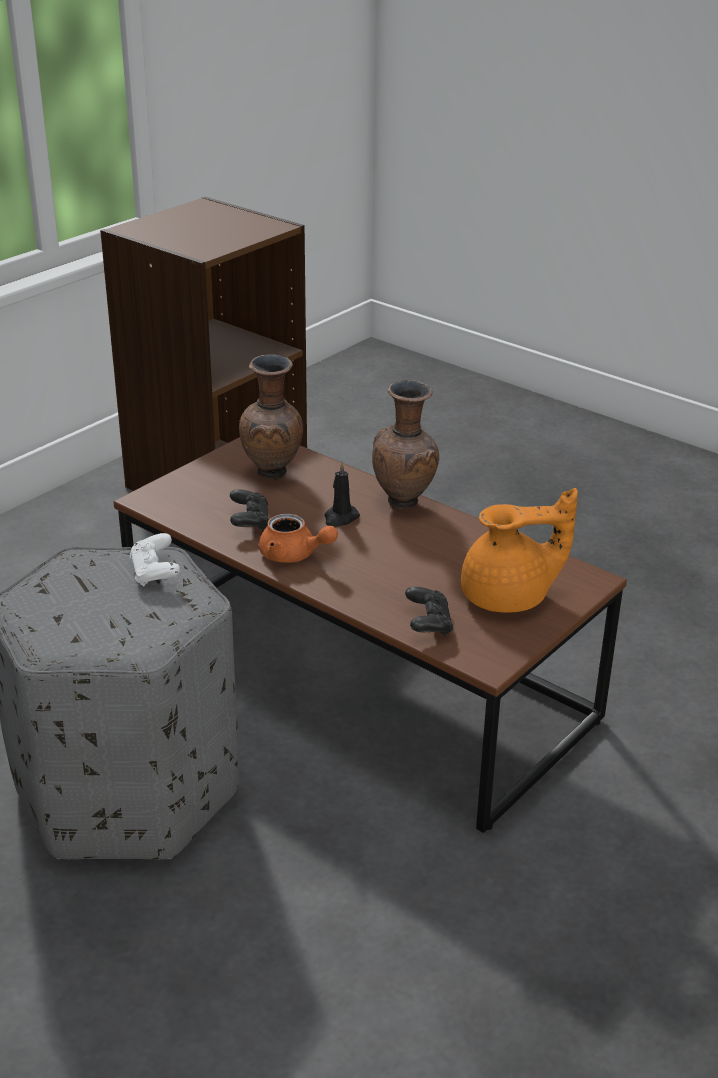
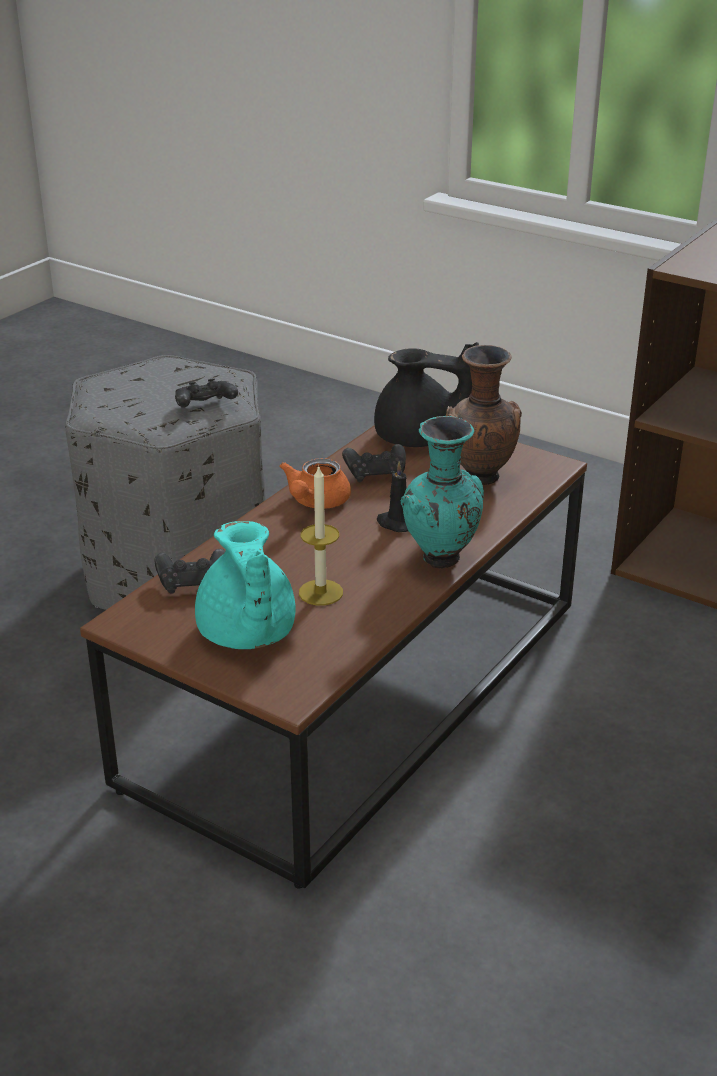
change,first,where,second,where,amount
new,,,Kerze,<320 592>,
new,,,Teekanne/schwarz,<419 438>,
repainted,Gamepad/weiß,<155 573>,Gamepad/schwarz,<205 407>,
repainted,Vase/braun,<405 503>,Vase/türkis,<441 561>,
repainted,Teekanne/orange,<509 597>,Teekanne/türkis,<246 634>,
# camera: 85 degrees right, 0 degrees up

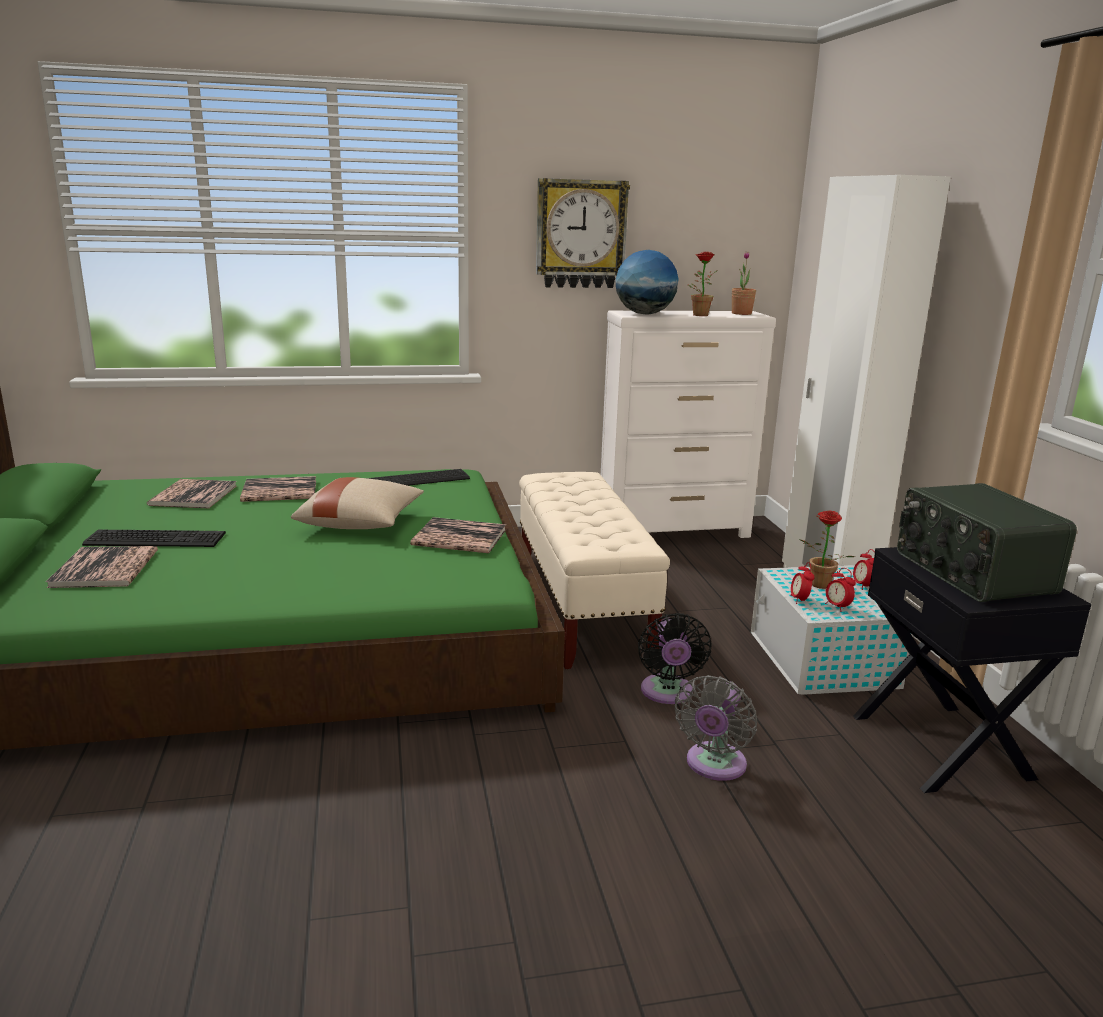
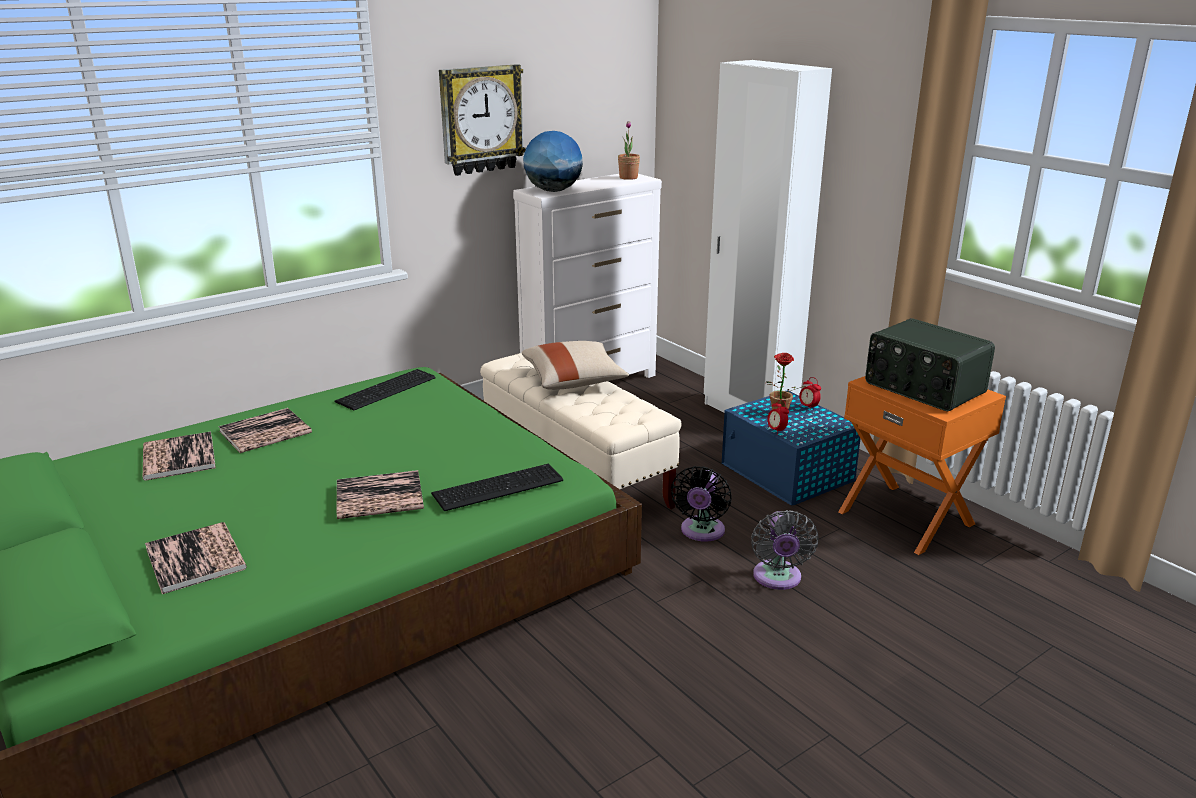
change,first,where,second,where,amount
gone,Topfpflanze,<698 314>,,,
gone,Wecker,<837 607>,,,
shifted,Tastatur,<155 538>,,<495 486>,
shifted,Kissen/beige,<361 524>,,<574 381>,
shifted,Buch,<459 537>,,<379 497>,
repainted,Aufbewahrungsbox/weiß,<823 661>,Aufbewahrungsbox/blau,<788 473>,
repainted,Nachttisch/schwarz,<942 746>,Nachttisch/orange,<907 517>,
rotated,Ventilator/schwarz,<667 693>,,<701 532>,45 degrees clockwise
# camera: 25 degrees left, 5 degrees up

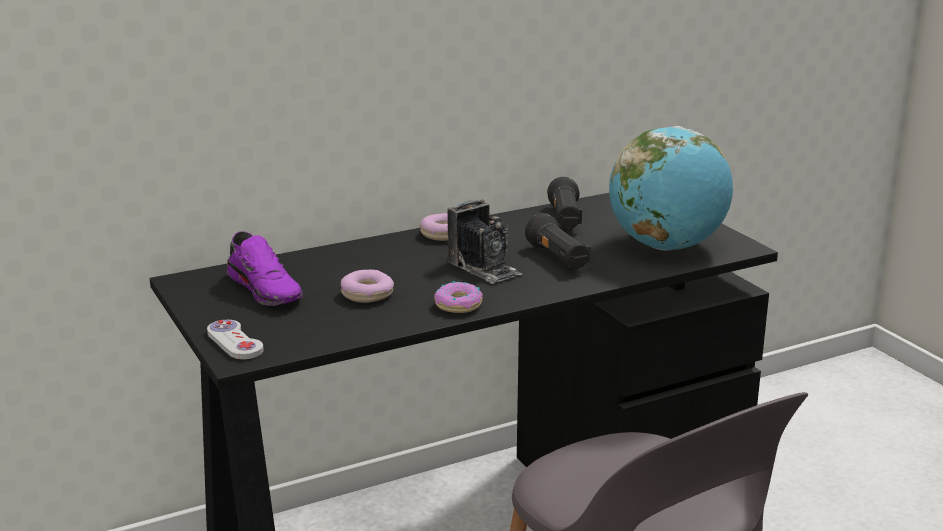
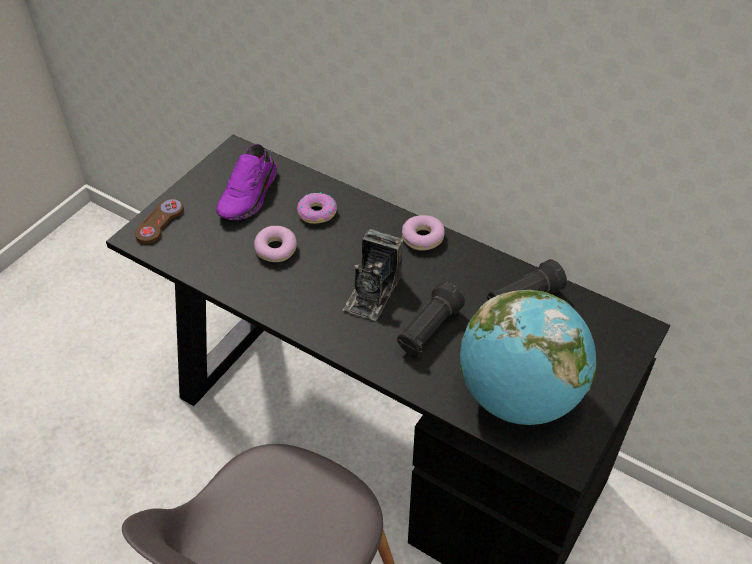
change,first,where,second,where,amount
shifted,Donut,<459 305>,,<317 213>,
repainted,Gamepad/weiß,<234 342>,Gamepad/braun,<160 222>,
# camera: 60 degrees right, 25 degrees up

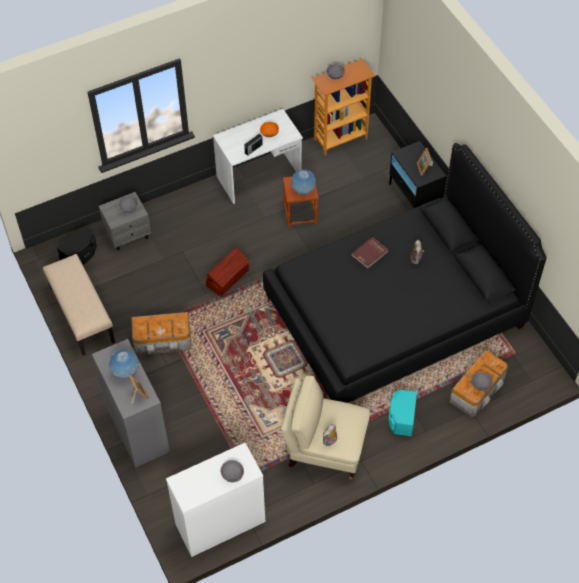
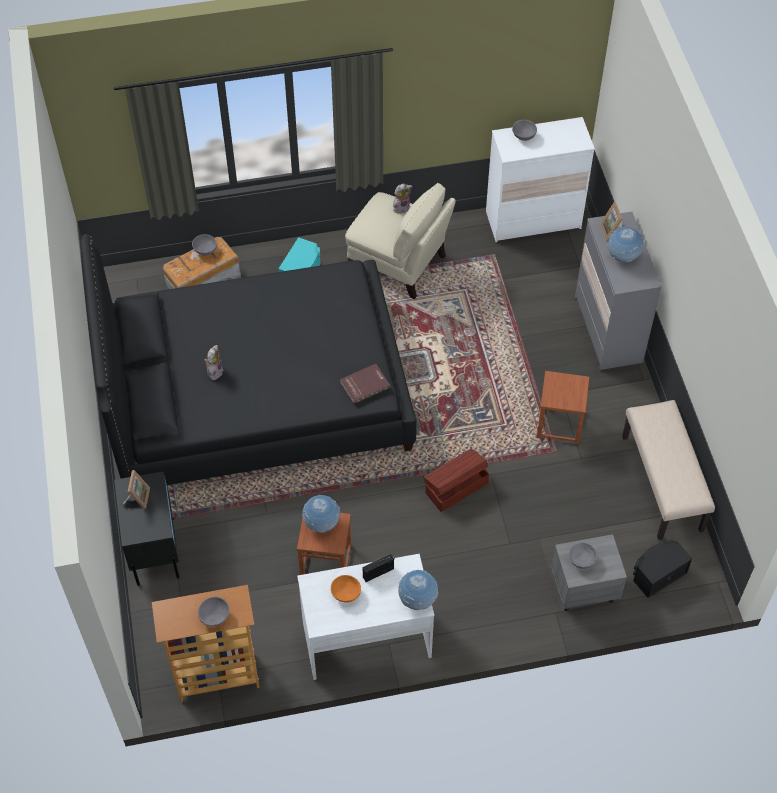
change,first,where,second,where,amount
new,,,Globus,<417 600>,
shifted,Buch/rot,<370 254>,,<364 384>,
swapped,Aufbewahrungsbox,<163 340>,Hocker/braun,<559 424>,
# camera: 165 degrees left, 0 degrees up

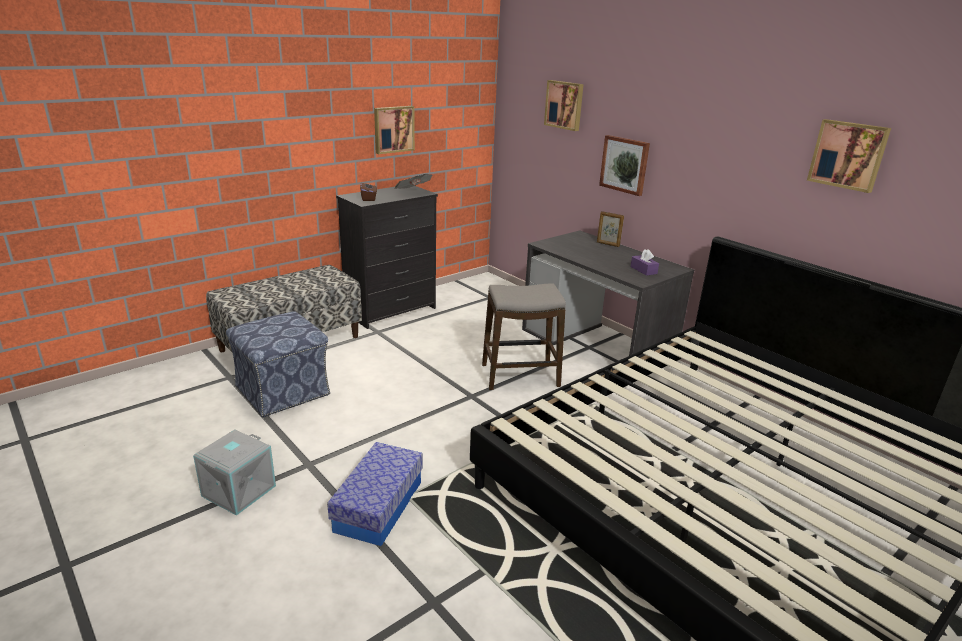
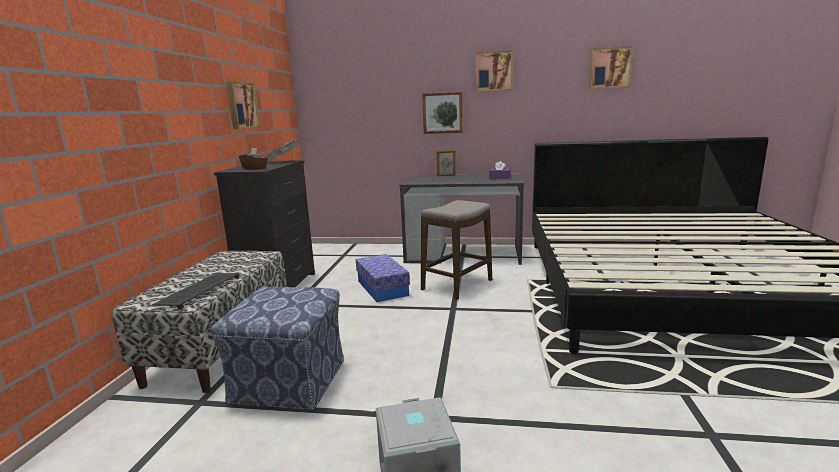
change,first,where,second,where,amount
new,,,Tastatur,<199 290>,
shifted,Aufbewahrungsbox,<378 506>,,<382 288>,
shifted,Bild,<564 105>,,<493 71>,
# camera: 40 degrees left, 10 degrees down

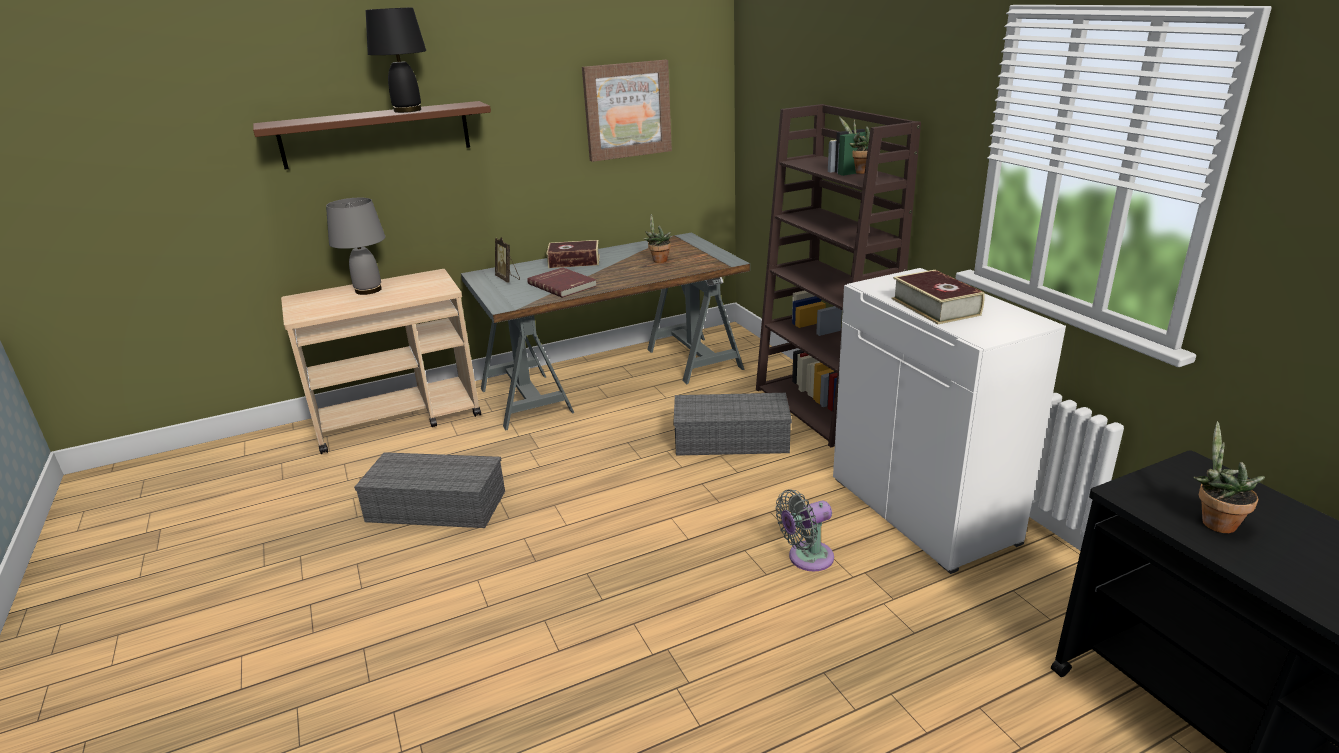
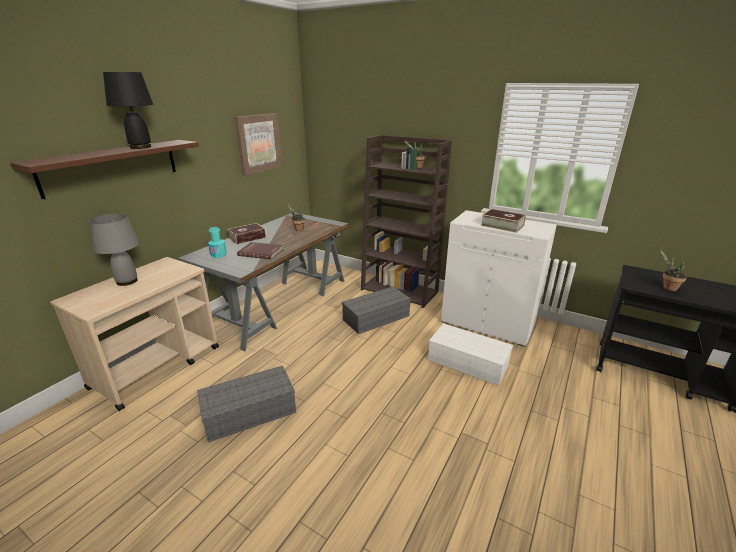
change,first,where,second,where,amount
swapped,Bilderrahmen,<508 279>,Flasche/türkis,<218 255>,
swapped,Ventilator/grau,<806 558>,Aufbewahrungsbox/weiß,<469 362>,
# camera: 35 degrees left, 0 degrees up

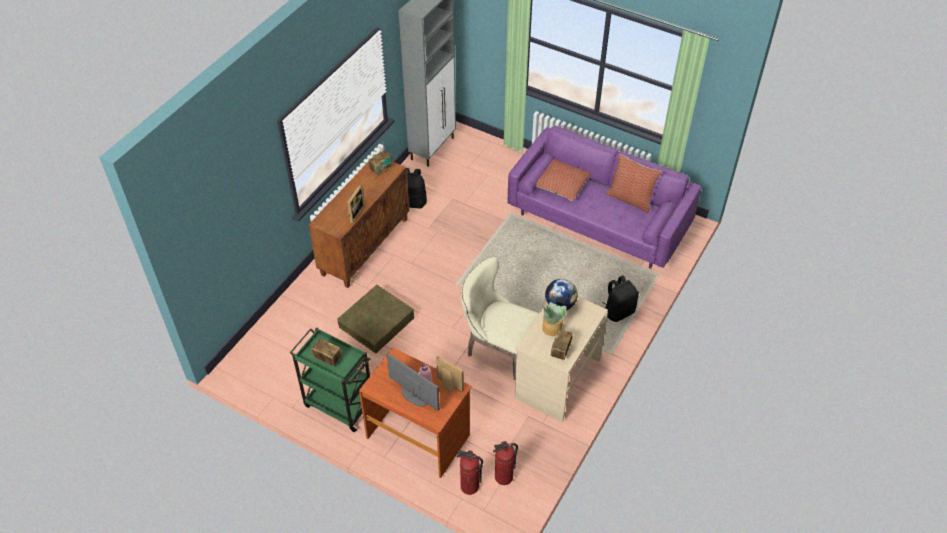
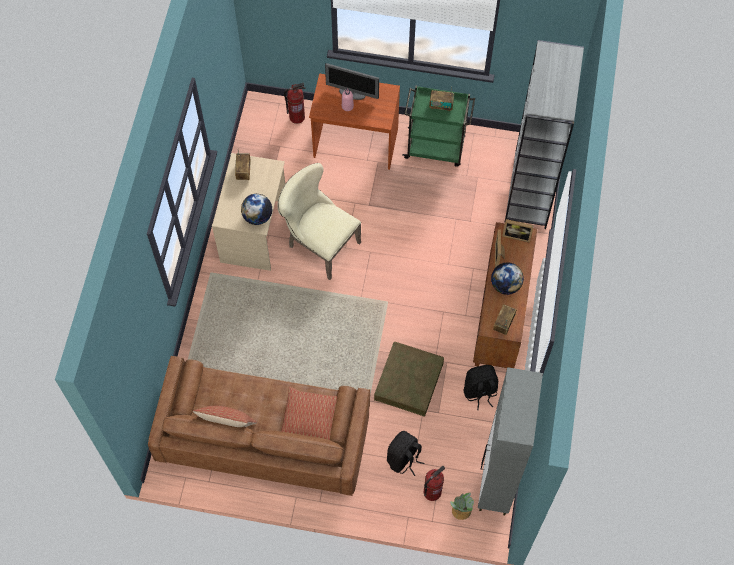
change,first,where,second,where,amount
new,,,Globus,<505 285>,
new,,,Bücherregal/grau,<530 191>,
shifted,Aufbewahrungsbox/braun,<376 322>,,<408 381>,
shifted,Bilderrahmen,<448 386>,,<516 235>,
shifted,Feuerlöscher,<504 477>,,<432 492>,
shifted,Topfpflanze,<552 329>,,<461 511>,
shifted,Rucksack/schwarz,<618 311>,,<404 459>,
repainted,Sofa/lila,<599 219>,Sofa/braun,<264 438>,
rotated,Stuhl/beige,<497 348>,,<319 244>,150 degrees counterclockwise
# camera: 160 degrees right, 15 degrees up

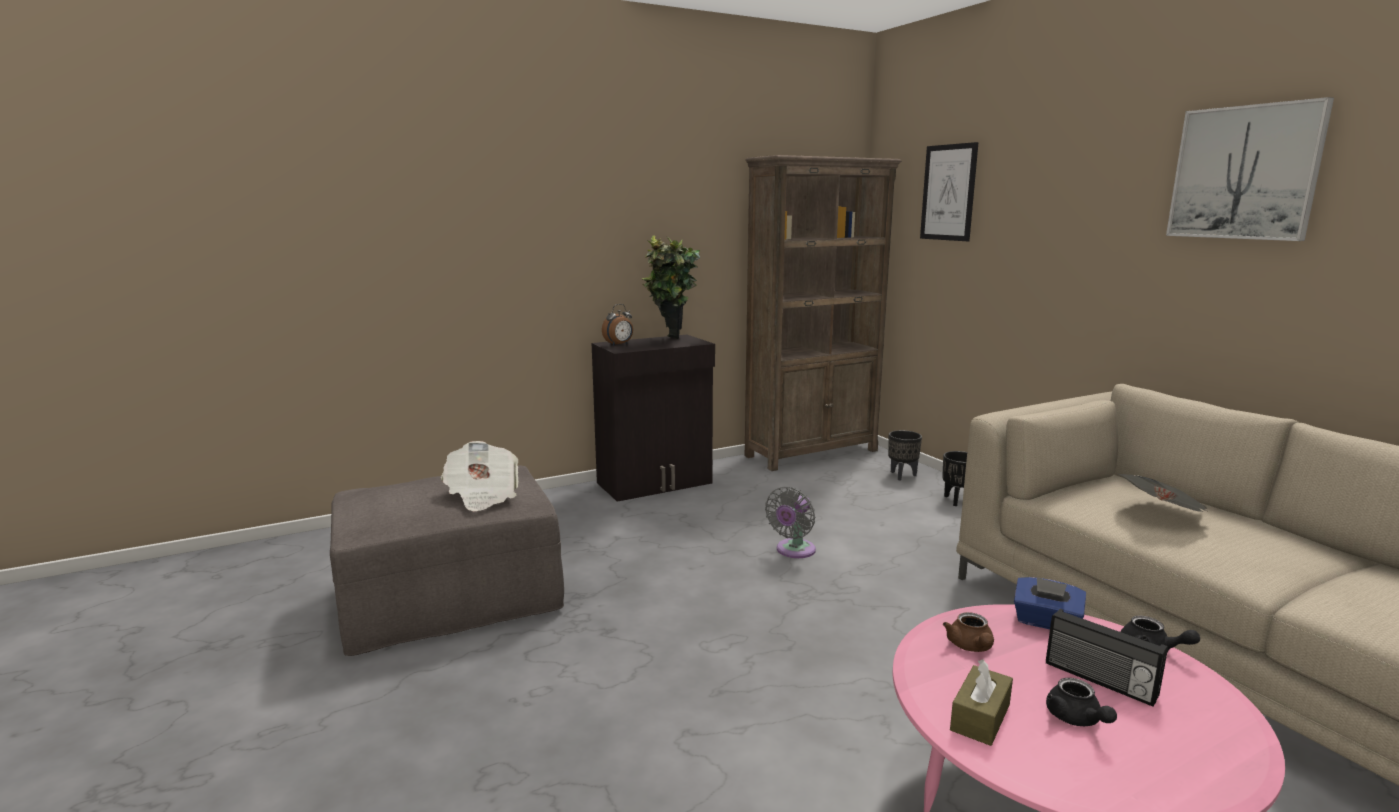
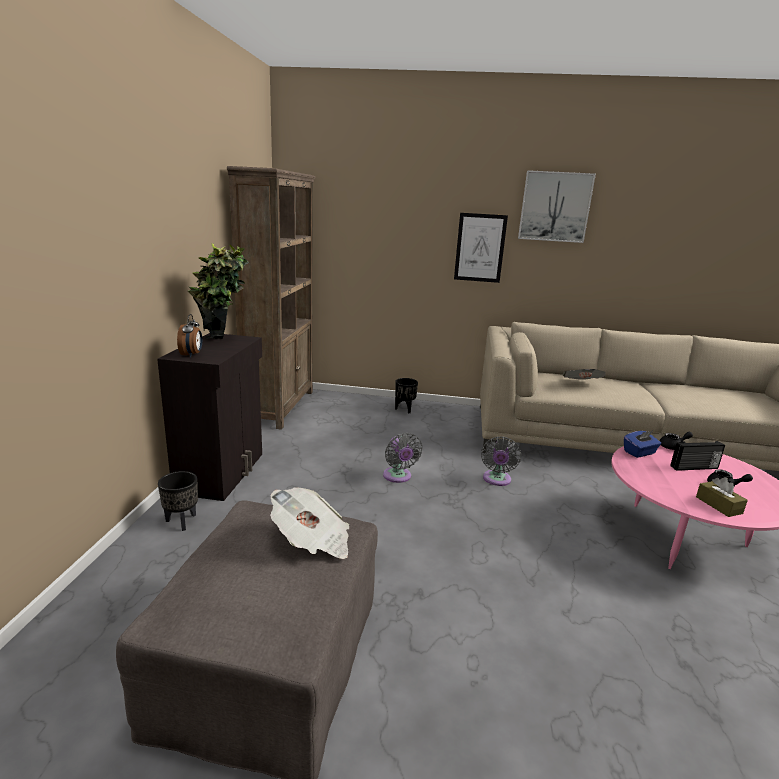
change,first,where,second,where,amount
gone,Teekanne/braun,<971 647>,,,
new,,,Ventilator/grau,<496 480>,
shifted,Pflanzkübel/schwarz,<901 475>,,<181 521>,
shifted,Bild,<948 192>,,<480 248>,
# camera: 55 degrees left, 5 degrees up

